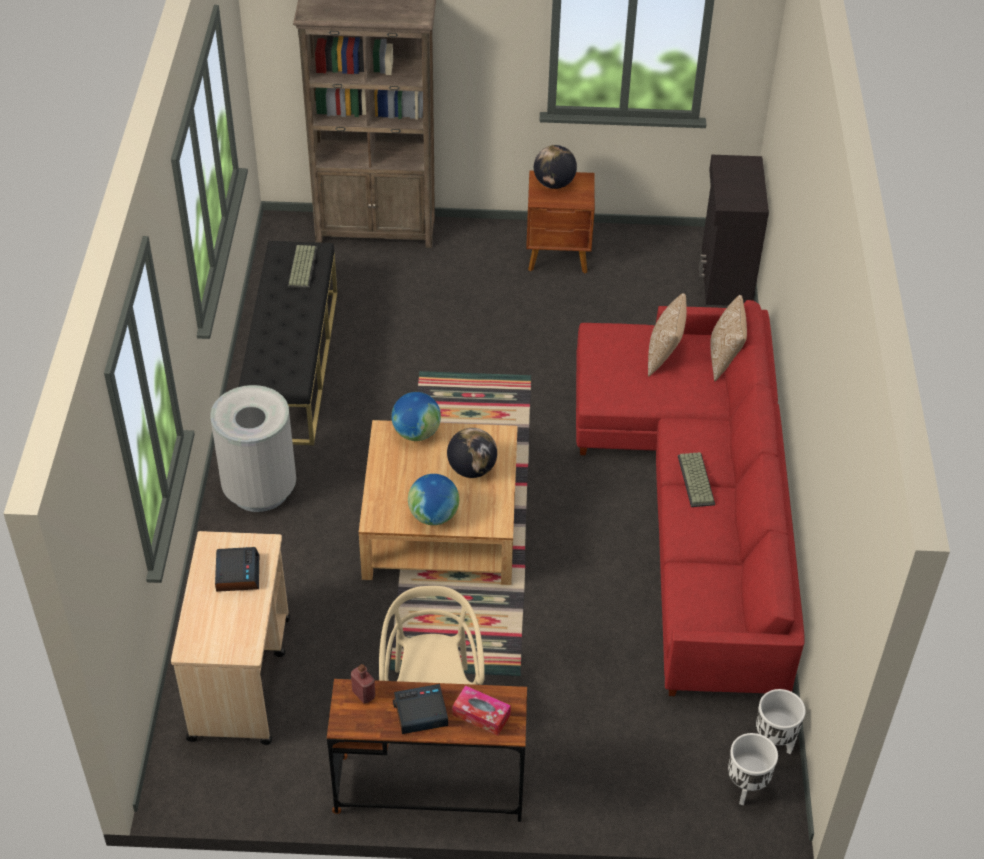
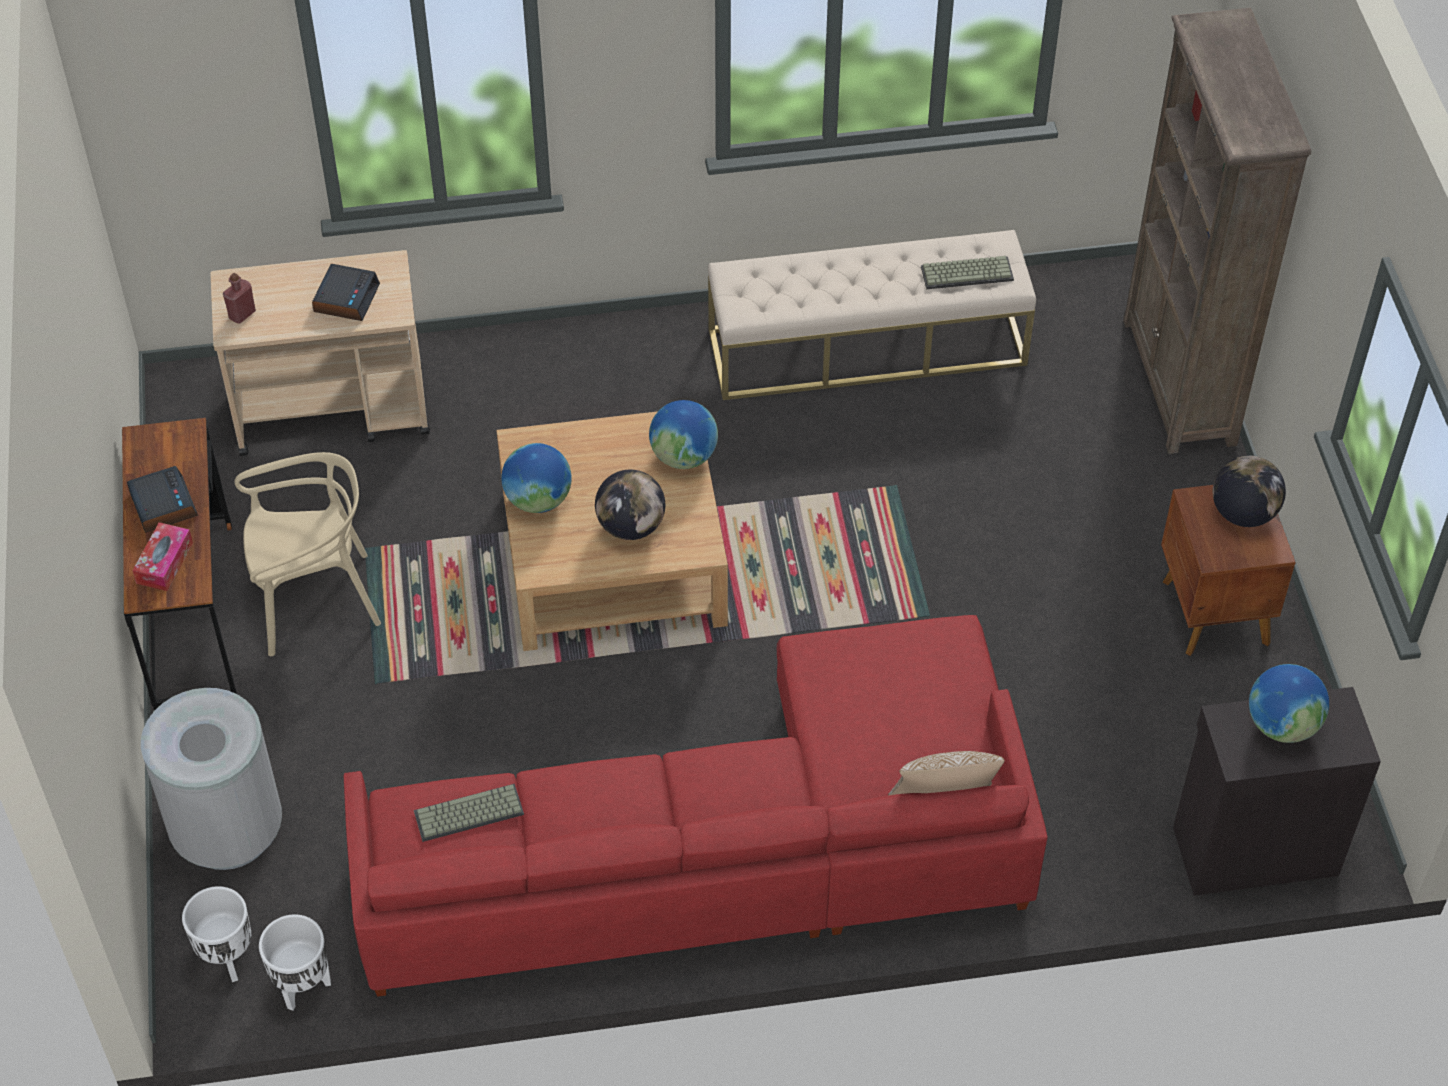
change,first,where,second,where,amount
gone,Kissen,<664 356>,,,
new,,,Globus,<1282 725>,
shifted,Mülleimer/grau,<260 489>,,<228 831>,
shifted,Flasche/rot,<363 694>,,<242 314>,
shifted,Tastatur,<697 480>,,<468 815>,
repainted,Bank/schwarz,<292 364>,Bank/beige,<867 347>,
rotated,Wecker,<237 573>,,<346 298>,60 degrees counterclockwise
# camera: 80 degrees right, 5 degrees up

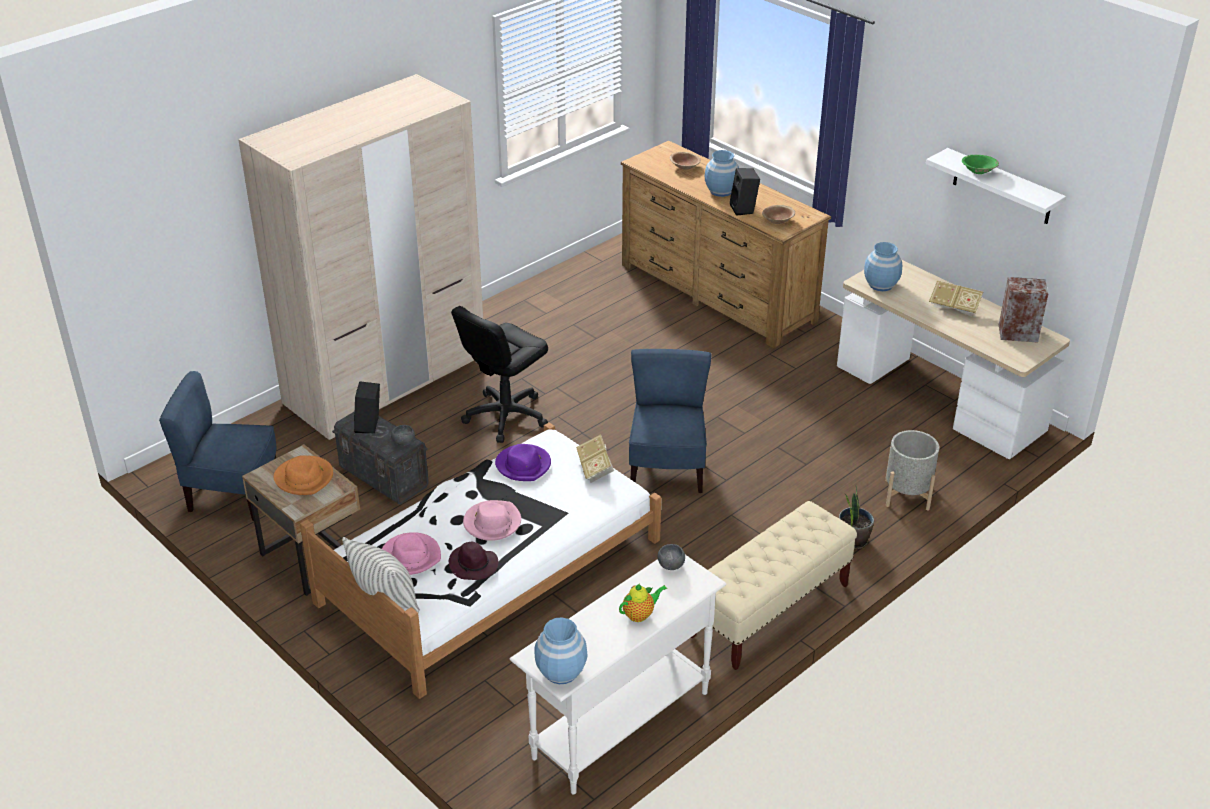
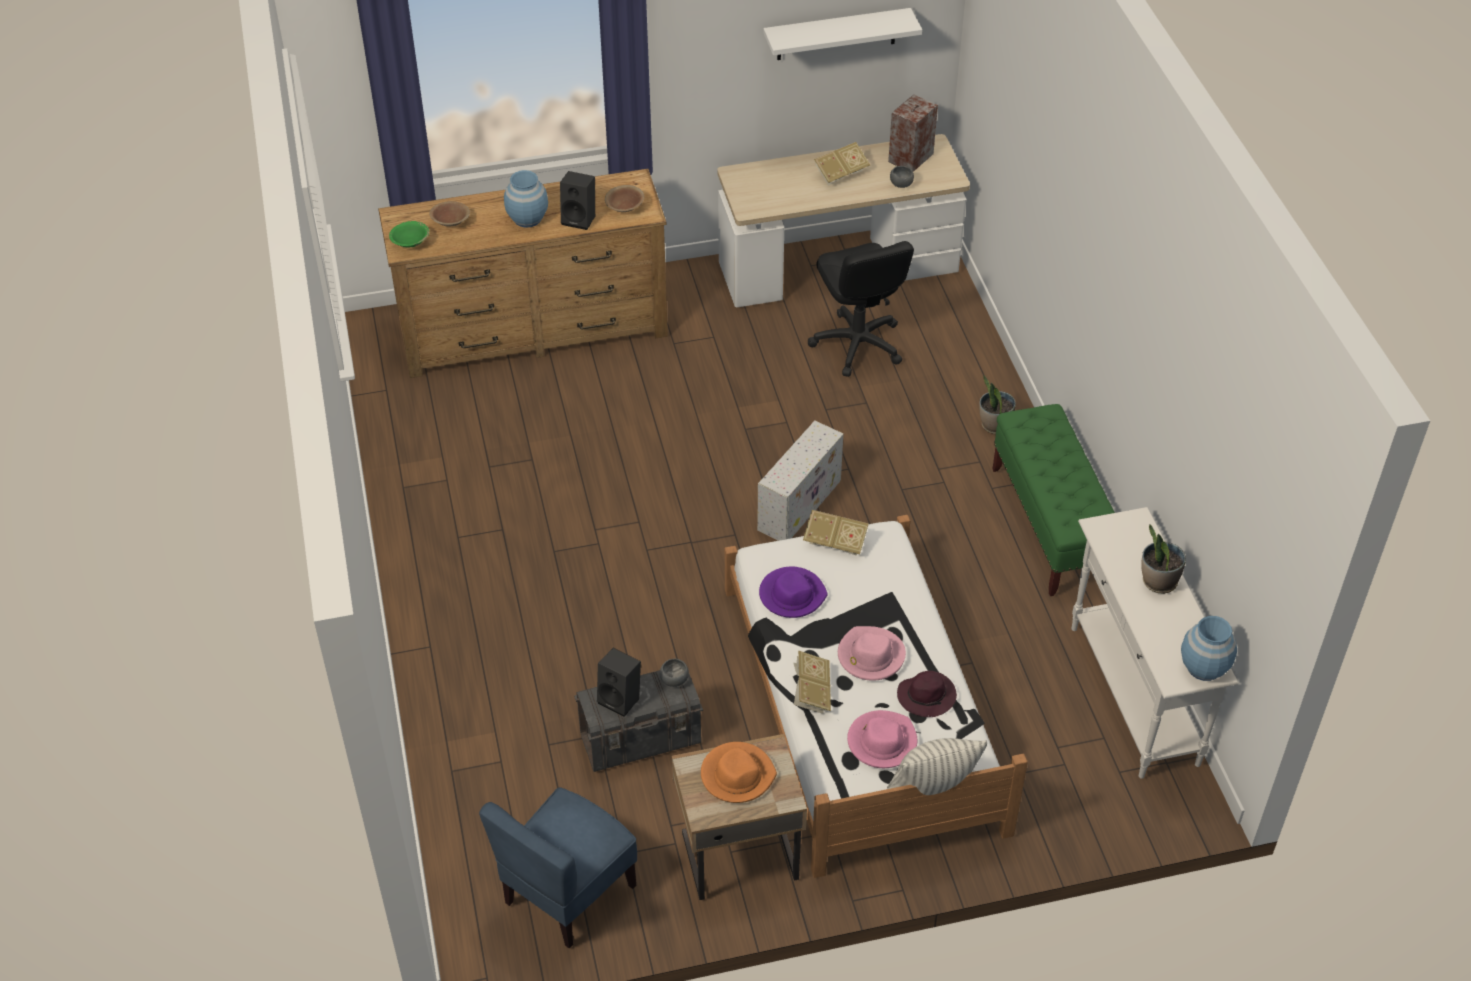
change,first,where,second,where,amount
gone,Kleiderschrank/beige,<386 381>,,,
gone,Vase/blau,<880 285>,,,
gone,Pflanzkübel/grau,<907 494>,,,
new,,,Buch,<811 692>,
shifted,Bürostuhl/schwarz,<505 416>,,<857 344>,
shifted,Schüssel/grau,<670 565>,,<900 184>,
shifted,Schüssel/grün,<978 171>,,<410 242>,
swapped,Teekanne,<640 614>,Topfpflanze,<1158 582>,
swapped,Stuhl/blau,<667 469>,Aufbewahrungsbox/weiß,<800 504>,
repainted,Bank/beige,<769 611>,Bank/grün,<1050 526>,
# camera: 60 degrees left, 10 degrees up

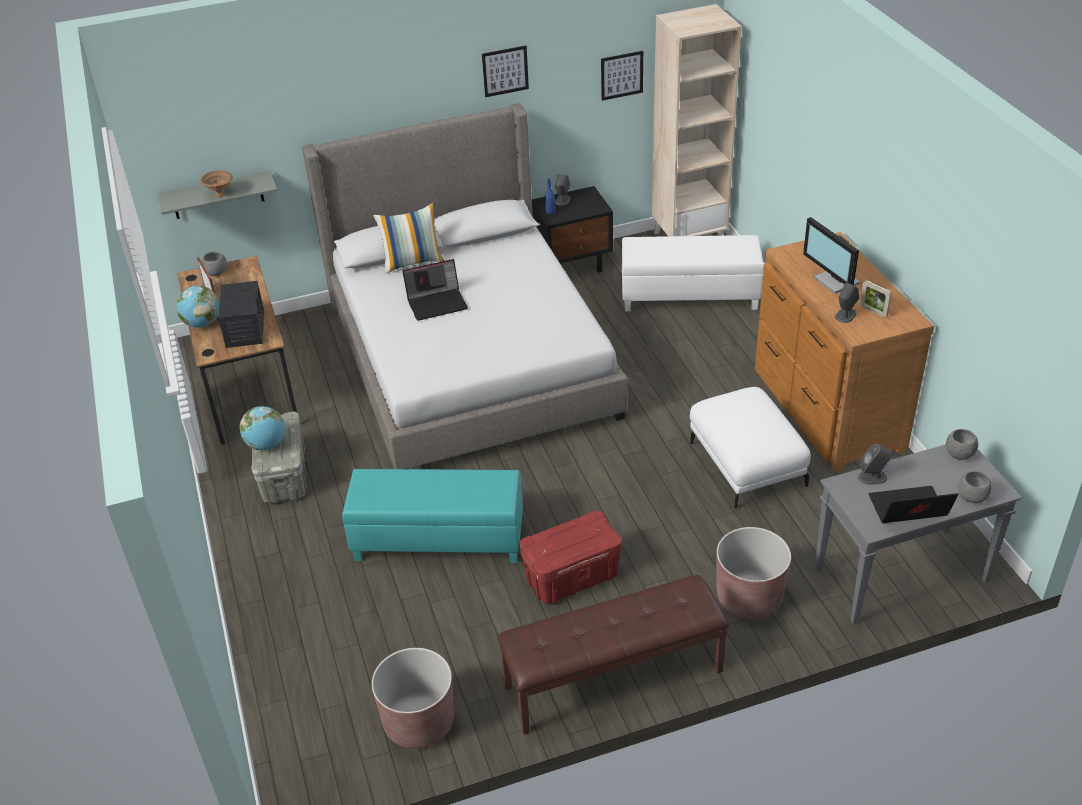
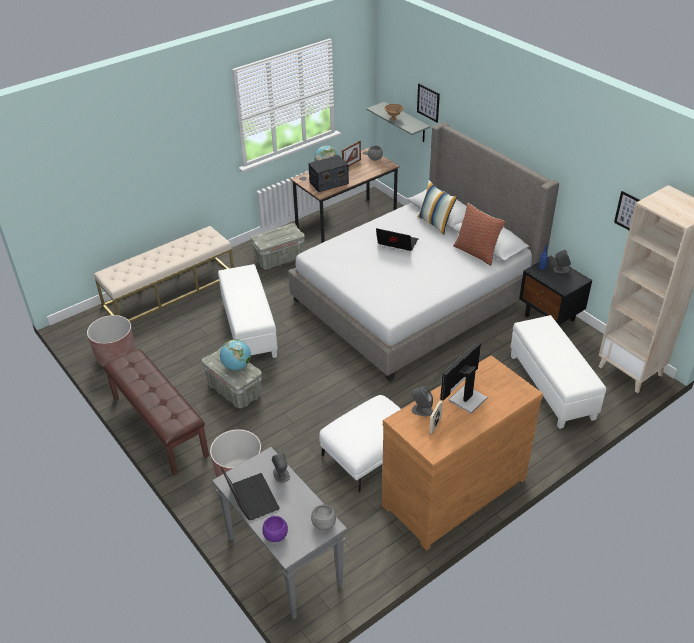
change,first,where,second,where,amount
new,,,Bank/beige,<170 290>,
new,,,Kissen,<476 252>,
shifted,Globus,<266 445>,,<236 366>,
shifted,Bild,<505 71>,,<428 102>,
repainted,Polsterhocker/türkis,<438 540>,Polsterhocker/weiß,<248 328>,
repainted,Aufbewahrungsbox/rot,<571 578>,Aufbewahrungsbox/grau,<234 390>,
repainted,Schüssel/grau,<971 497>,Schüssel/lila,<275 535>,
rotated,Laptop,<437 303>,,<396 243>,150 degrees clockwise
# camera: 70 degrees right, 0 degrees up

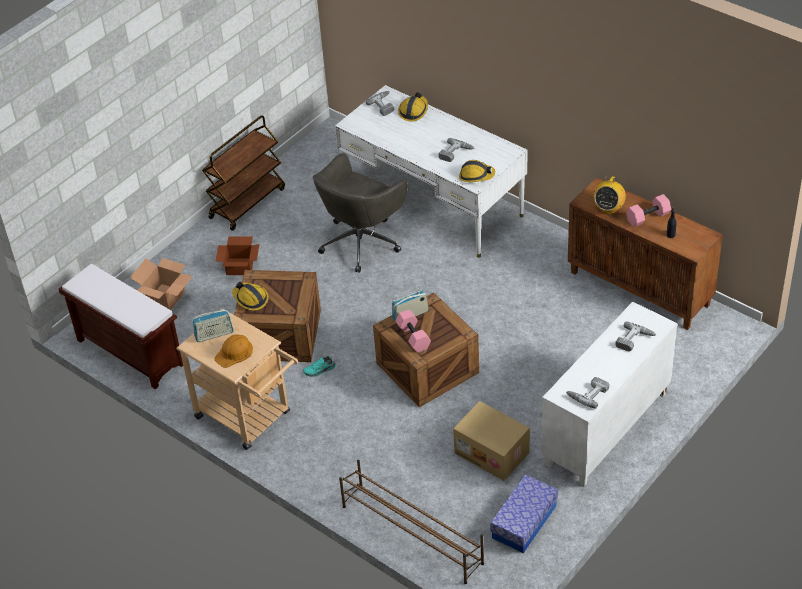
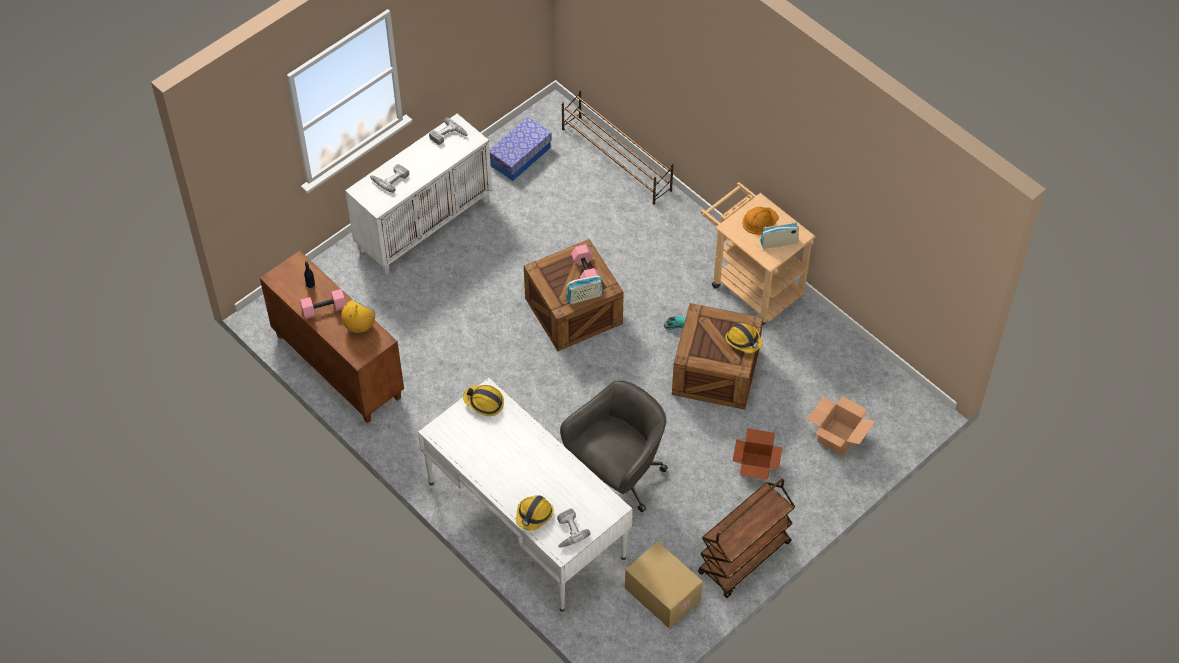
change,first,where,second,where,amount
gone,Bank/braun,<128 352>,,,
gone,Bohrmaschine,<456 153>,,,
shifted,Karton,<492 452>,,<661 594>,
# camera: 175 degrees left, 10 degrees up

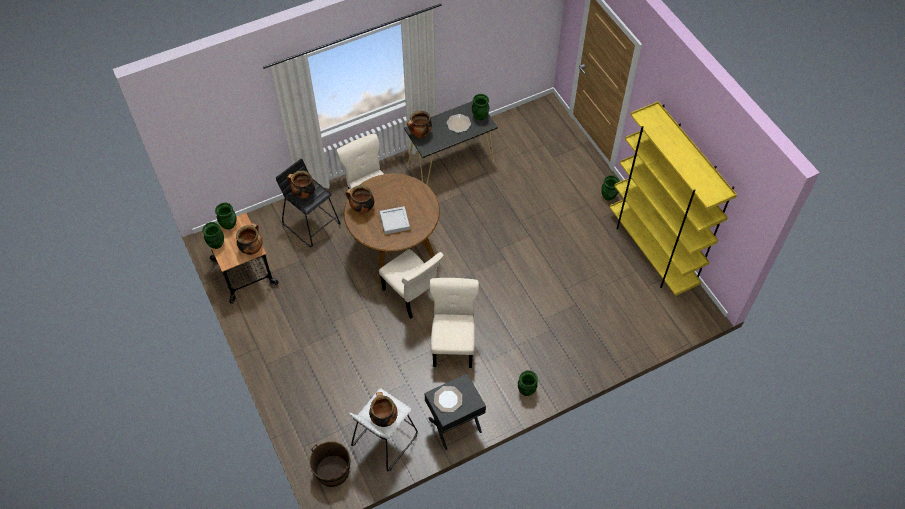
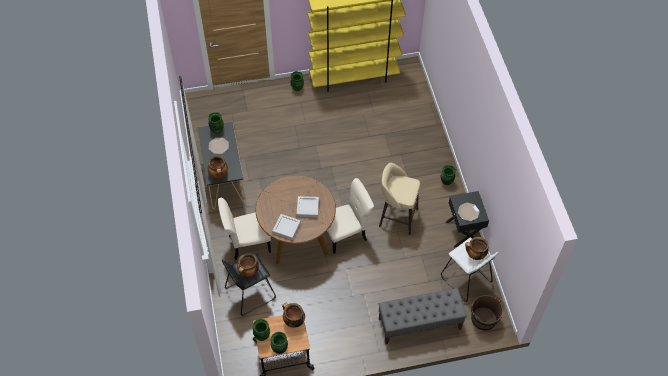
change,first,where,second,where,amount
new,,,Bank/grau,<419 324>,
swapped,Kochtopf,<362 209>,Tablett/grau,<286 228>,
swapped,Stuhl/beige,<453 344>,Hocker/beige,<397 217>,
# camera: 75 degrees left, 0 degrees up

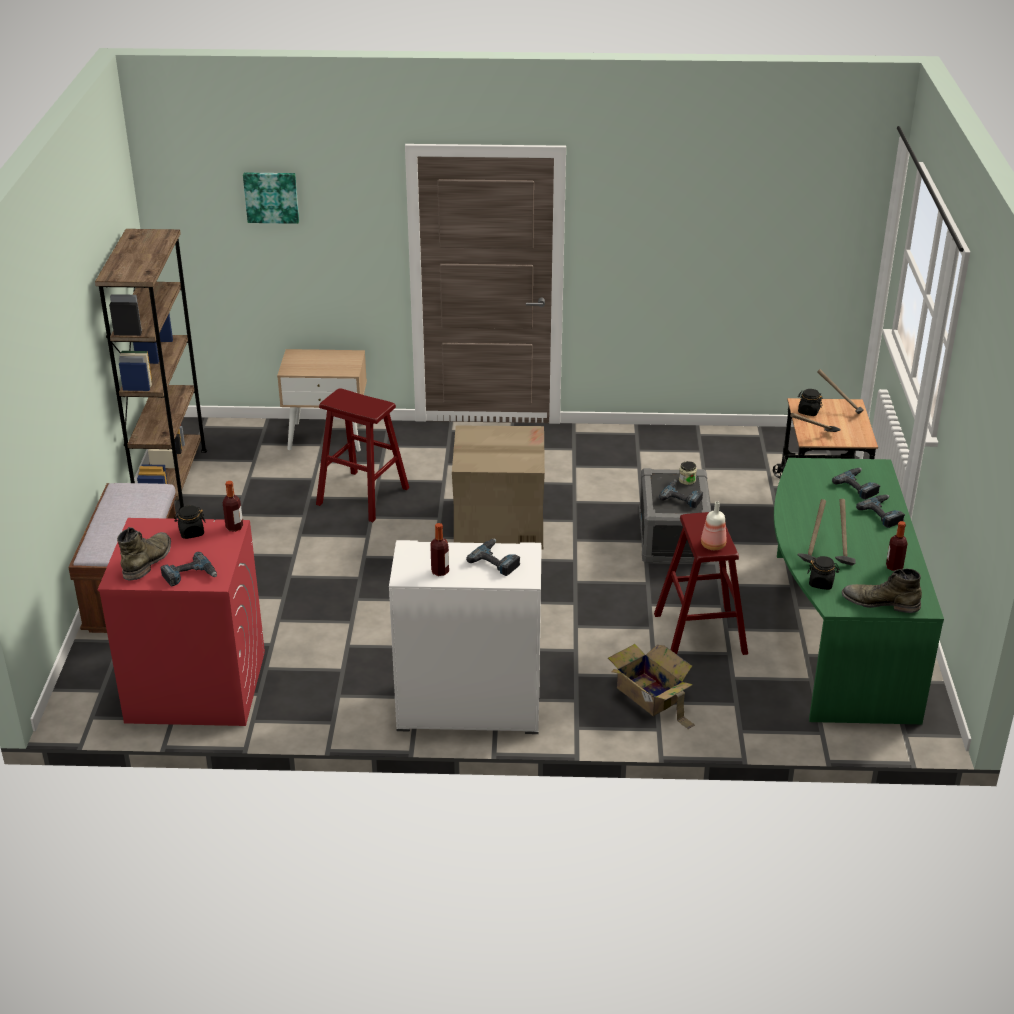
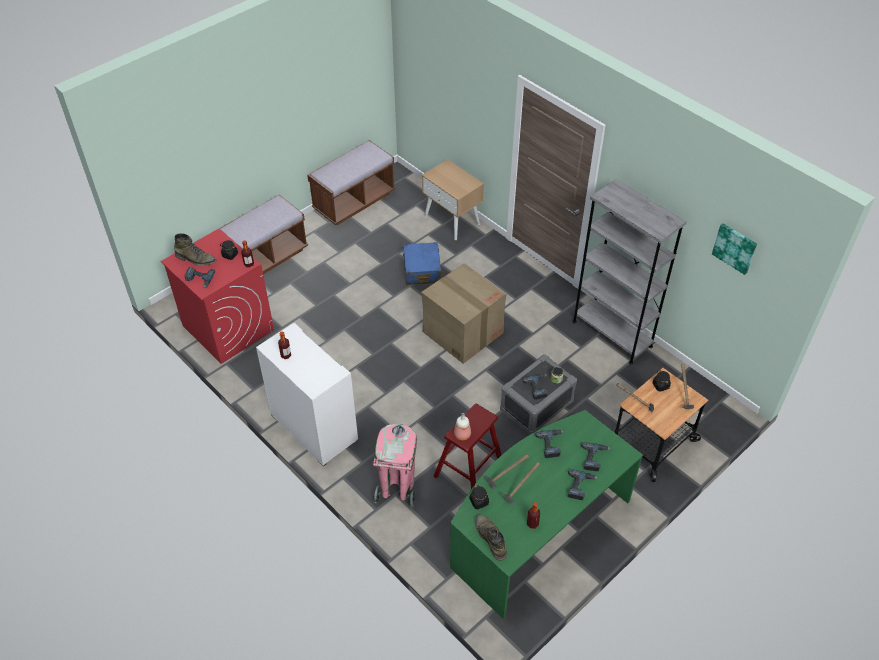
change,first,where,second,where,amount
new,,,Bücherregal/grau,<612 334>,
shifted,Bild,<271 197>,,<735 248>,
shifted,Bohrmaschine,<496 560>,,<552 444>,
swapped,Bücherregal/braun,<171 479>,Bank/braun,<354 201>,
swapped,Hocker/rot,<363 496>,Koffer/blau,<422 270>,
swapped,Karton,<650 696>,Mülleimer/rosa,<397 488>,
rotated,Stiefel/grün,<148 561>,,<195 259>,45 degrees clockwise
# camera: 45 degrees right, 15 degrees up

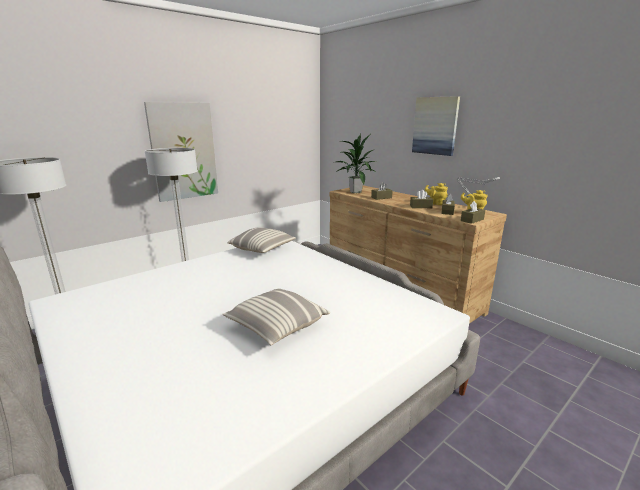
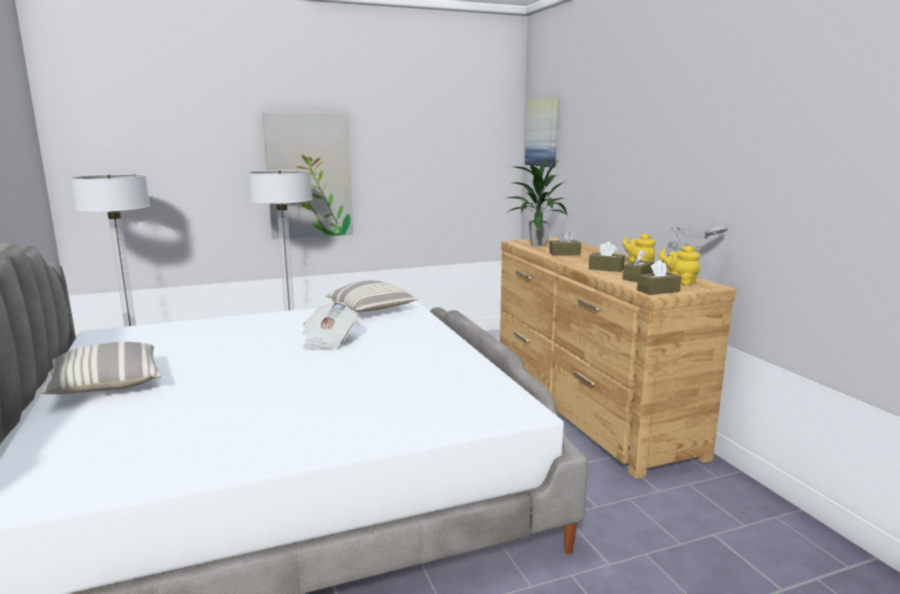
change,first,where,second,where,amount
new,,,Zeitung,<328 341>,
shifted,Kissen,<276 326>,,<107 385>,
shifted,Bild,<435 126>,,<542 132>,
# camera: 20 degrees right, 5 degrees down

